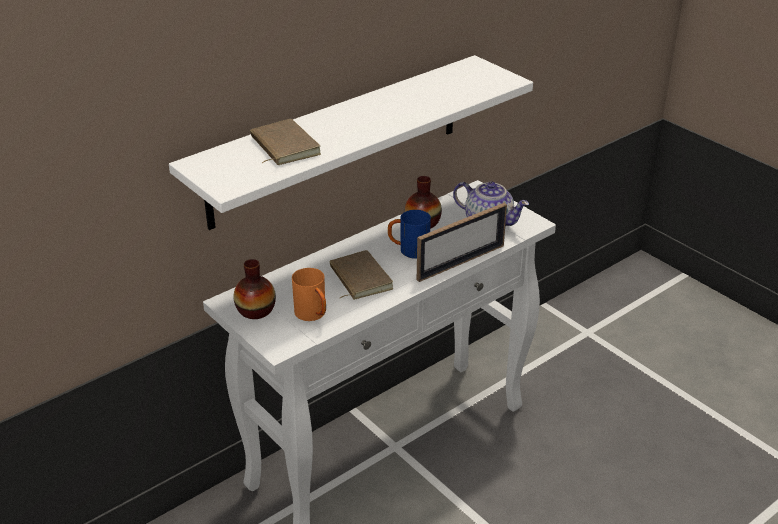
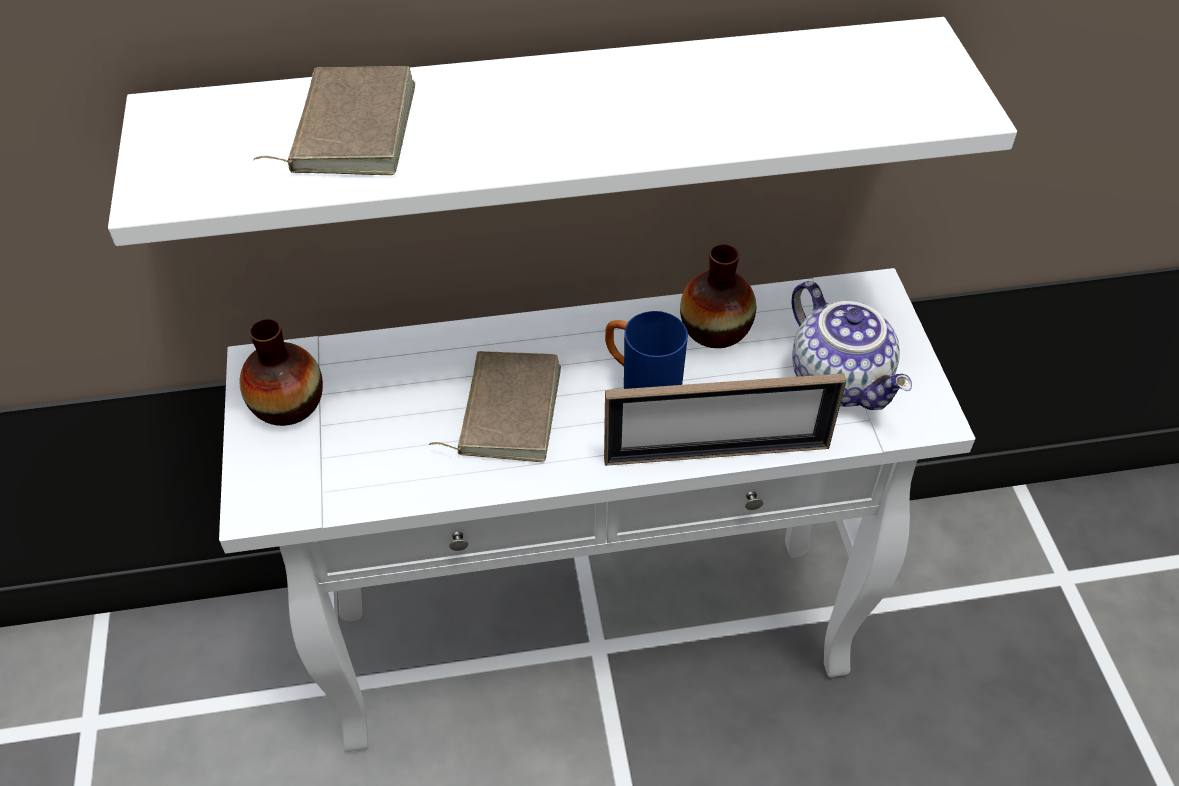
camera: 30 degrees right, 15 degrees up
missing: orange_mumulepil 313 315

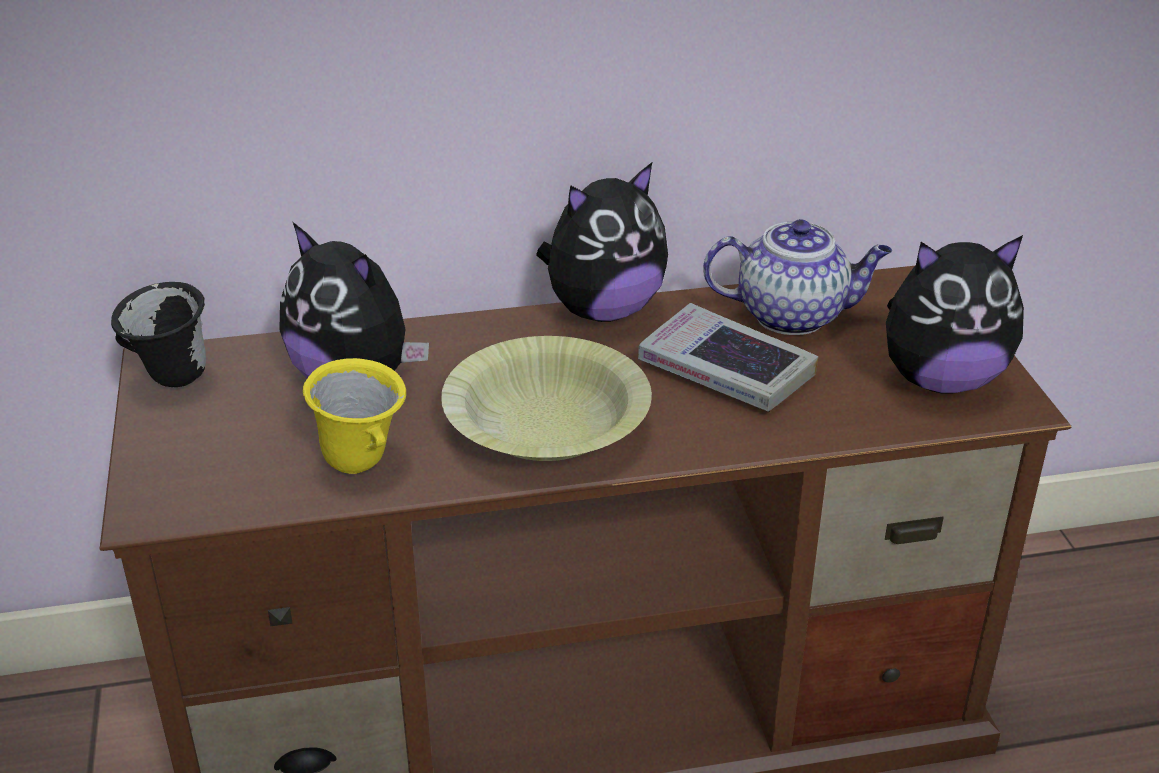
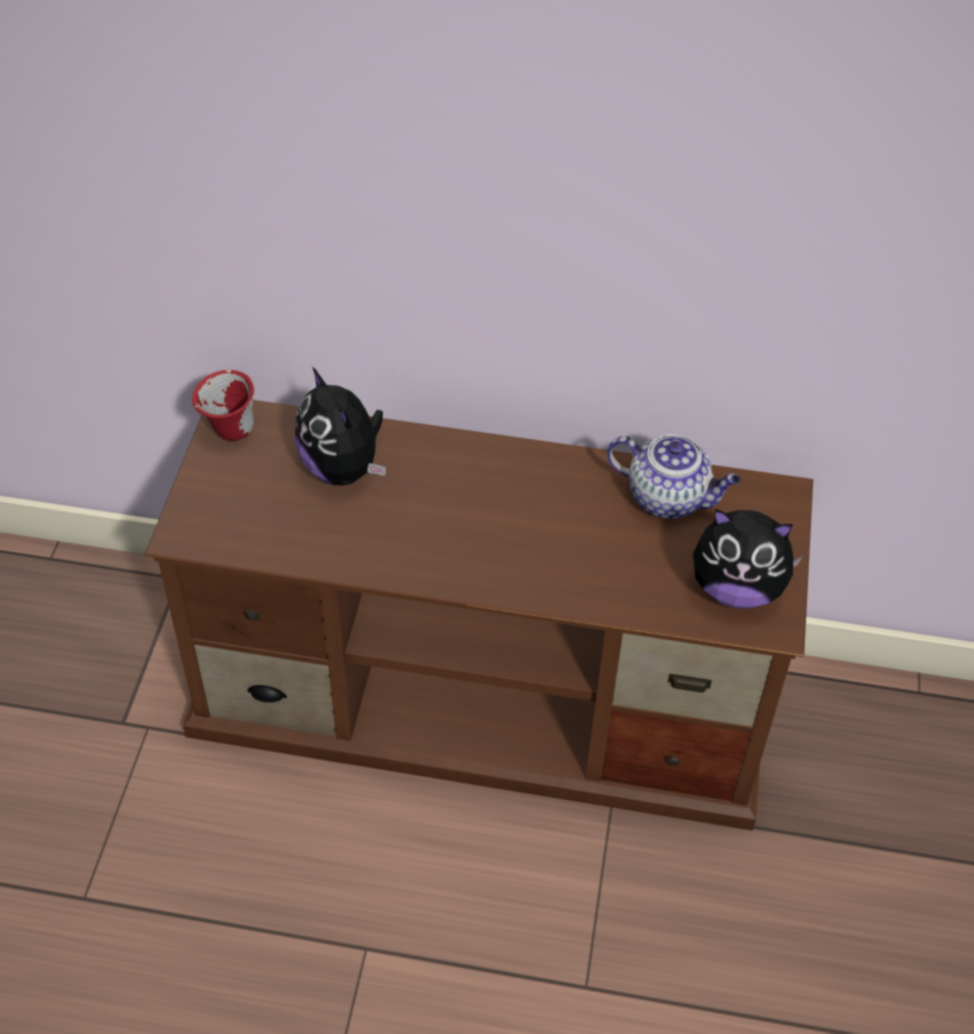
camera: 20 degrees right, 15 degrees up
missing: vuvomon 603 310; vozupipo 726 370; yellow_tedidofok 546 425; yellow_mumulepil 363 464
colour: black_mumulepil 172 381 to red_mumulepil 229 434

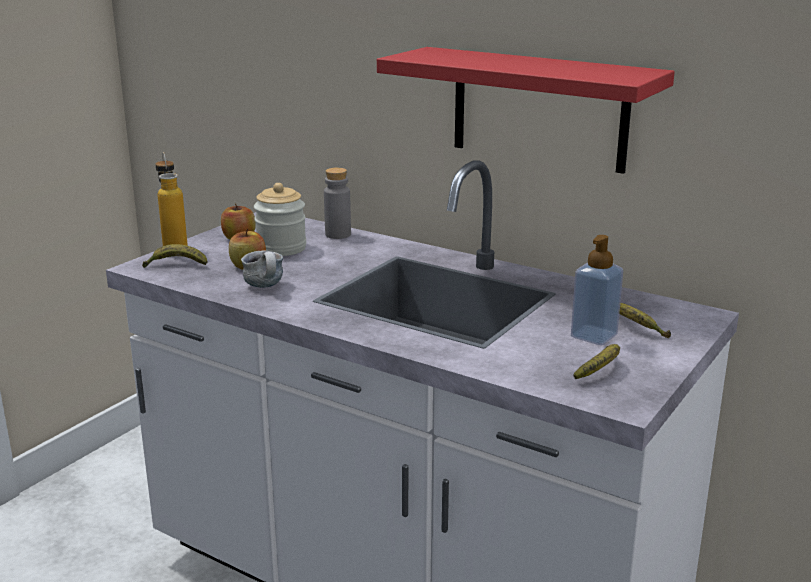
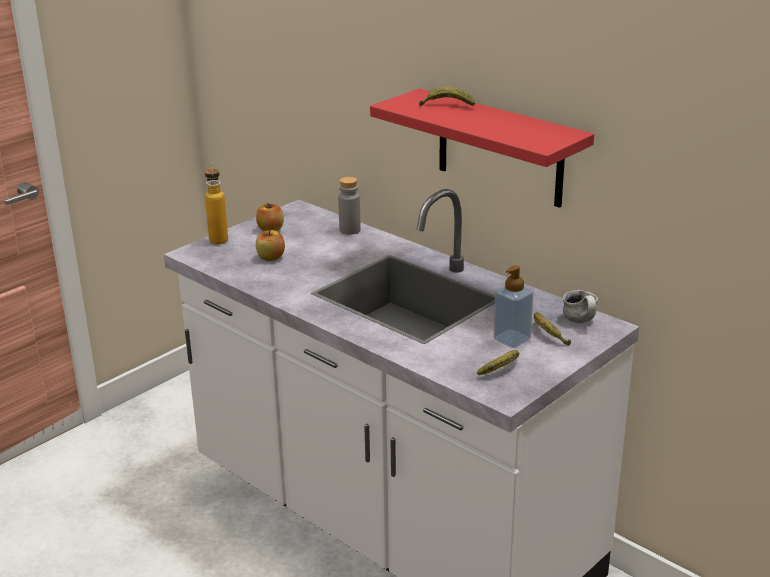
camera: 10 degrees right, 5 degrees up
missing: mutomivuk 281 248
relocated: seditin 176 265 to 447 105; mumulepil 267 287 to 582 321

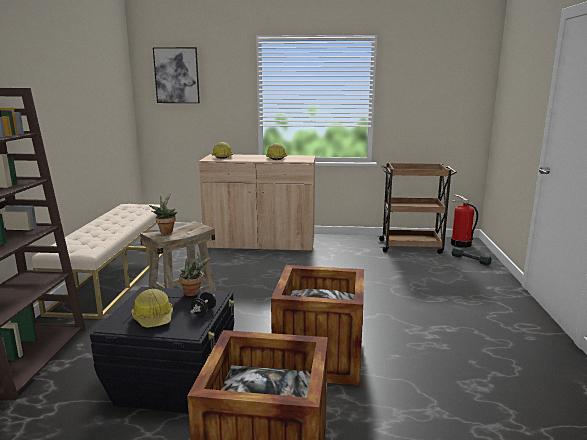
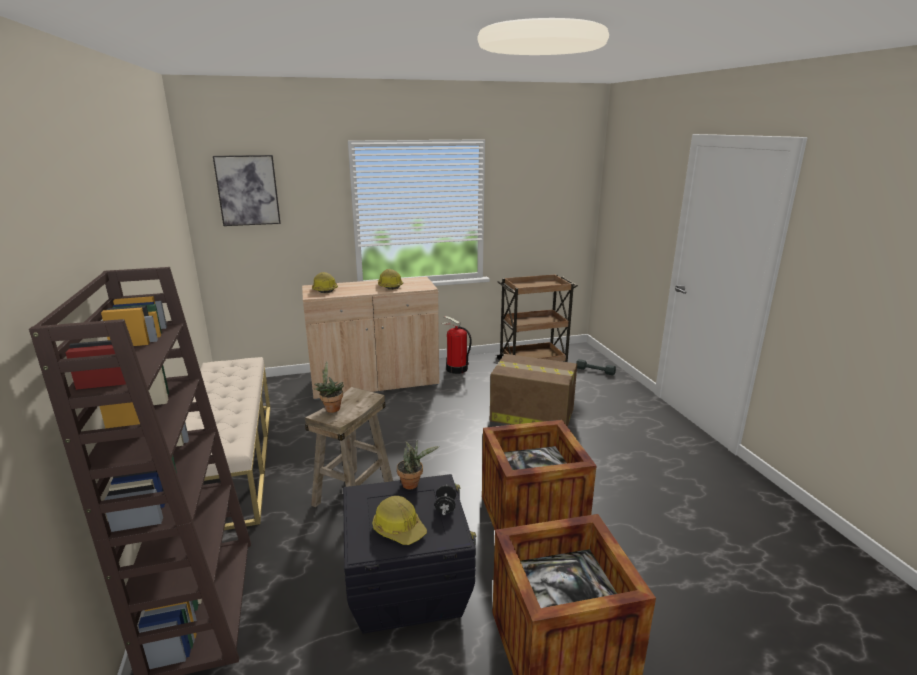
camera: 20 degrees left, 5 degrees up
appeared: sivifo 531 415
relocated: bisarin 460 244 to 456 369

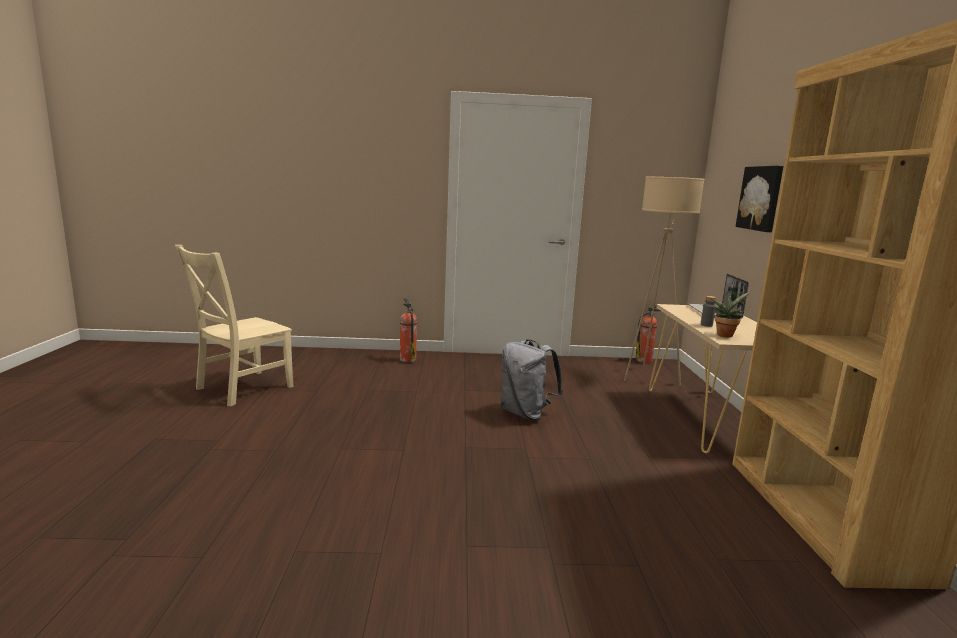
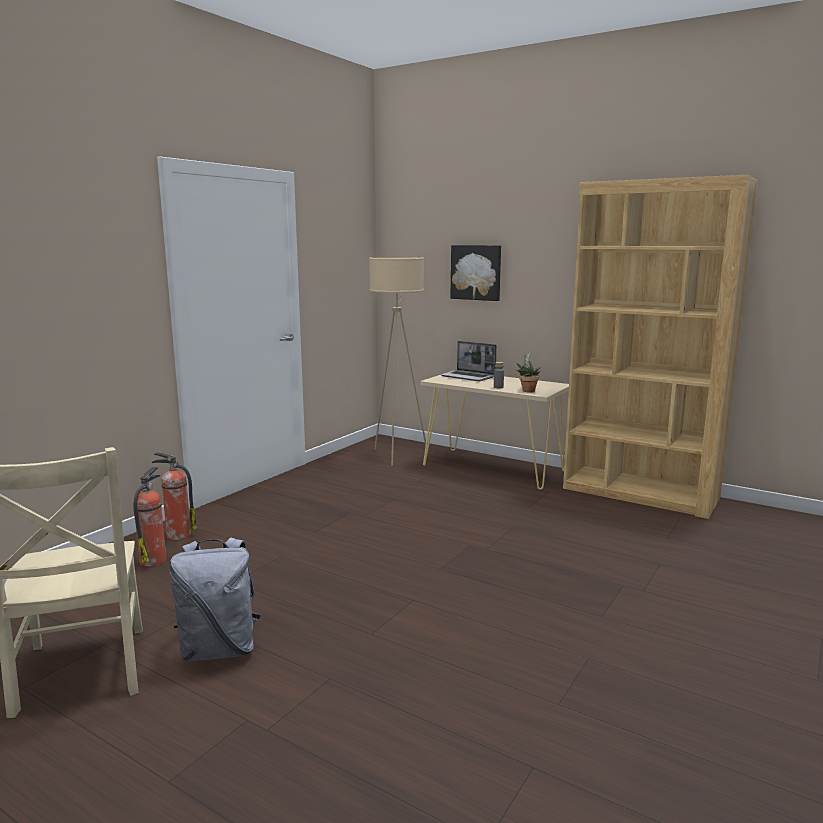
camera: 55 degrees left, 0 degrees up
relocated: bisarin 645 360 to 154 560; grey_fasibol 526 413 to 219 649

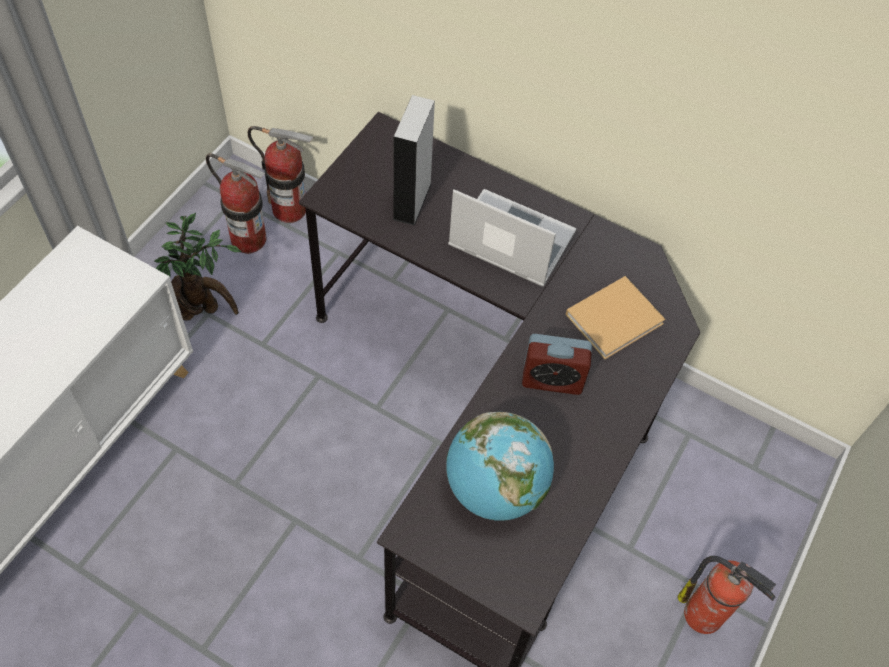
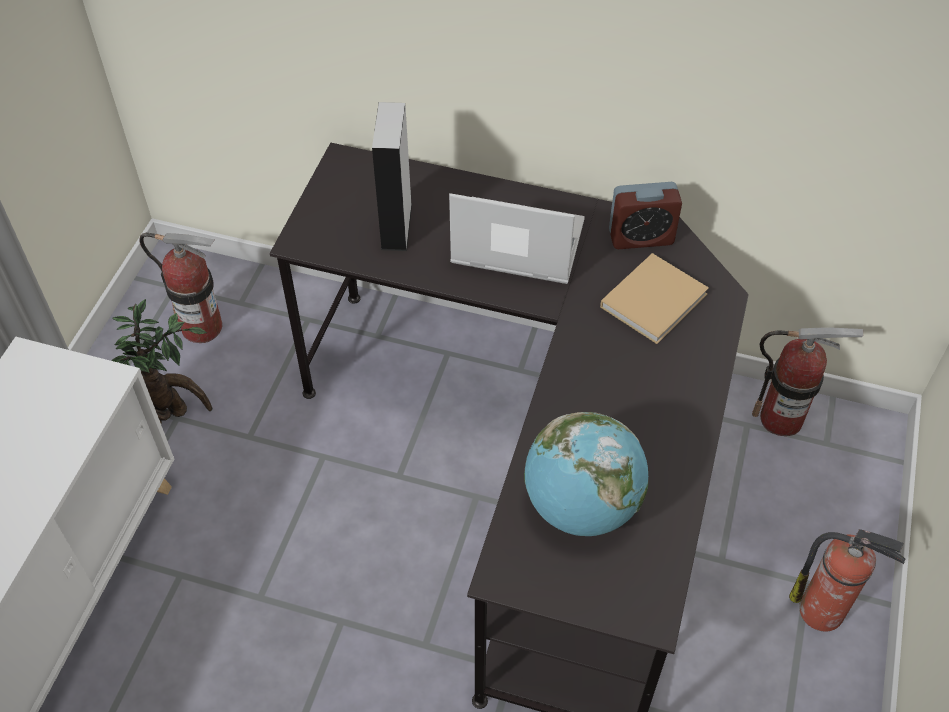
camera: 10 degrees left, 5 degrees down
relocated: bisarin 289 209 to 781 418; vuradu 552 379 to 641 237

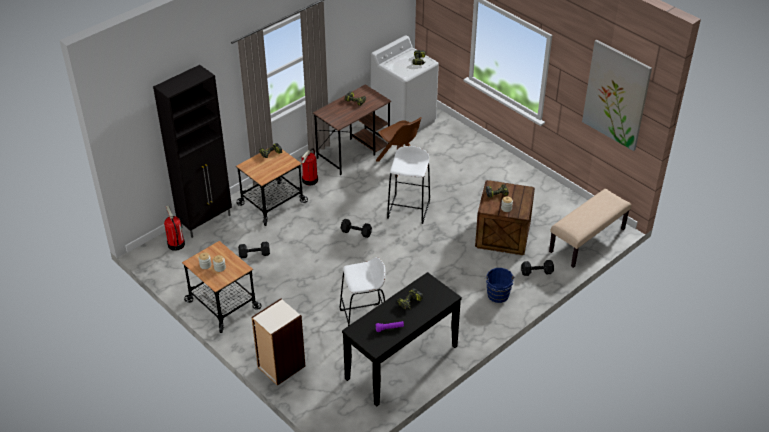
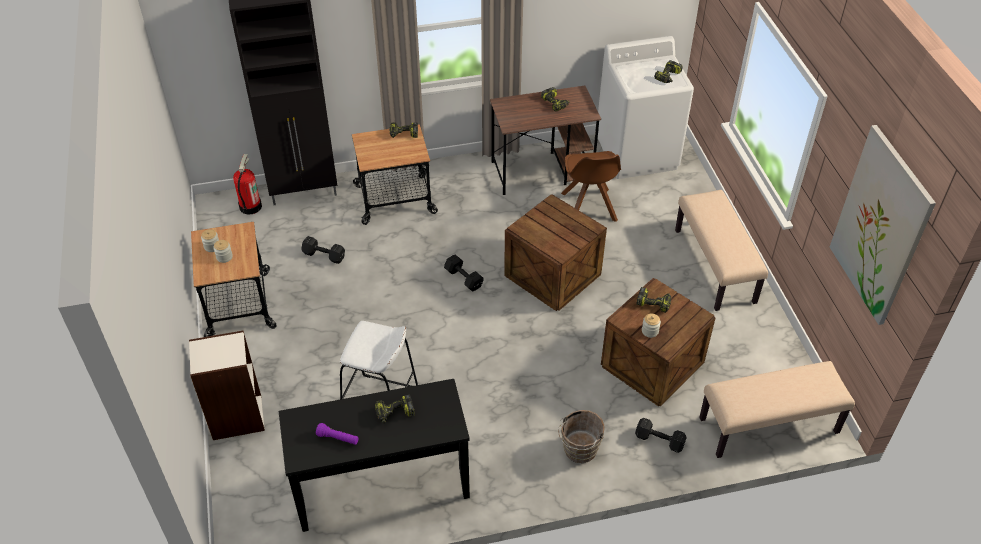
camera: 30 degrees right, 5 degrees up
missing: bisarin 310 180
appeared: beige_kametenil 715 266
exchanged: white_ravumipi 409 209 to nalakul 553 275
colour: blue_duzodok 498 296 to brown_duzodok 578 451

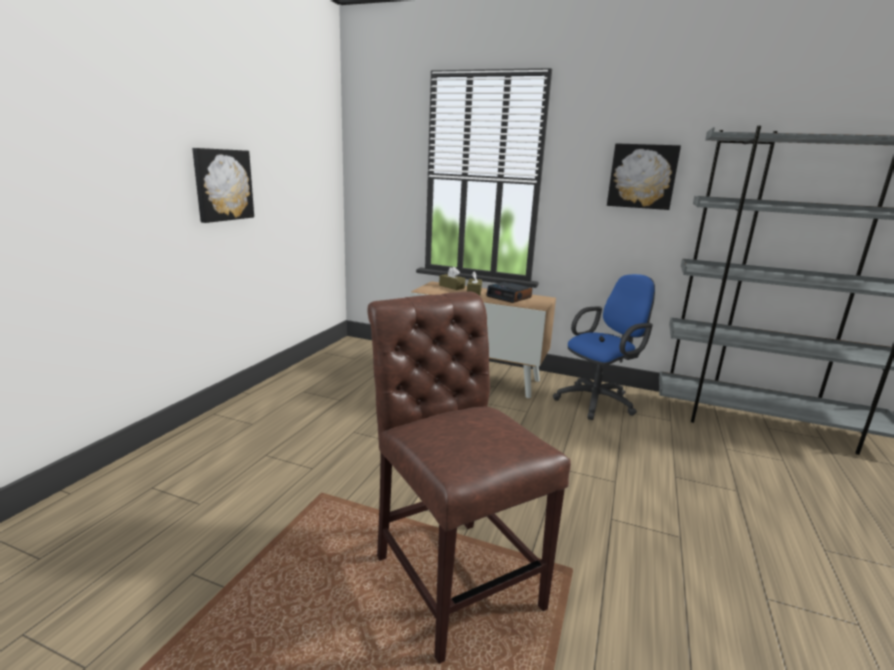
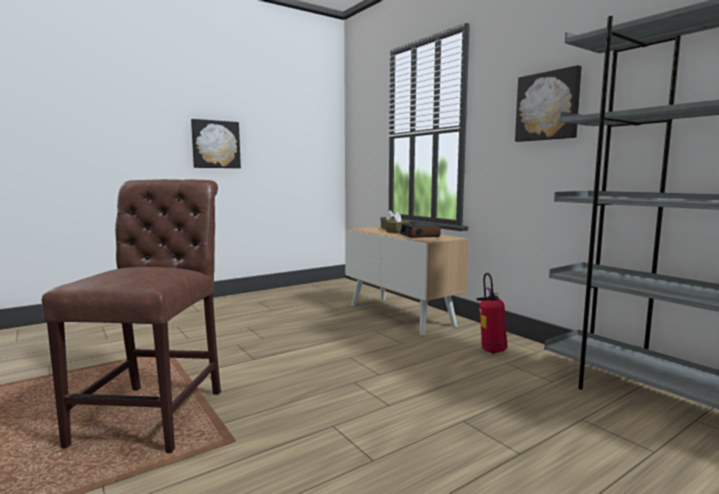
camera: 35 degrees right, 10 degrees down
exchanged: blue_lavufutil 598 401 to bisarin 491 350

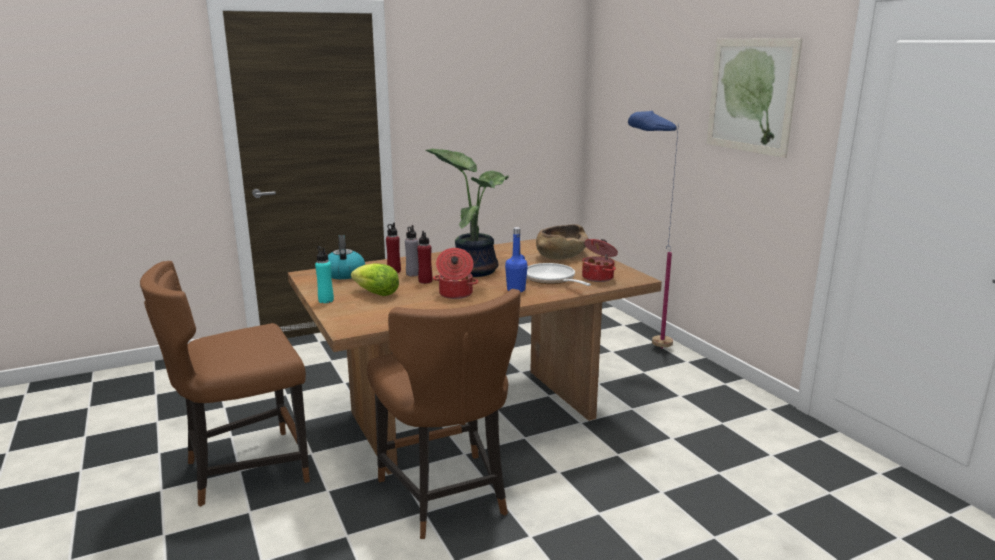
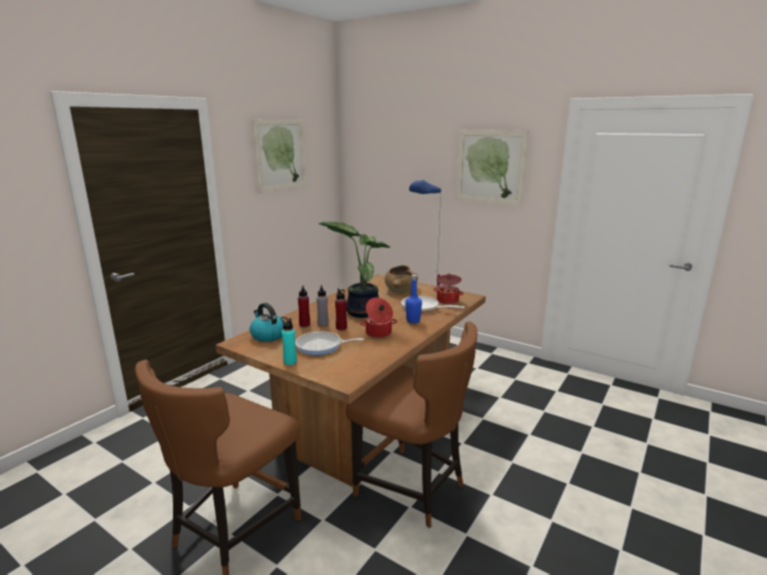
camera: 30 degrees left, 0 degrees up
appeared: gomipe 281 155
exchanged: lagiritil 376 294 to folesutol 321 346

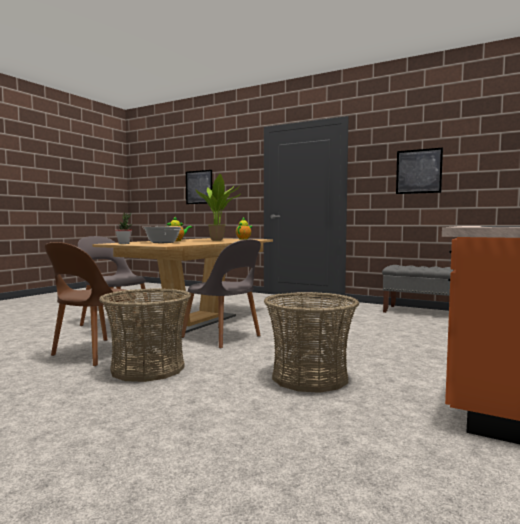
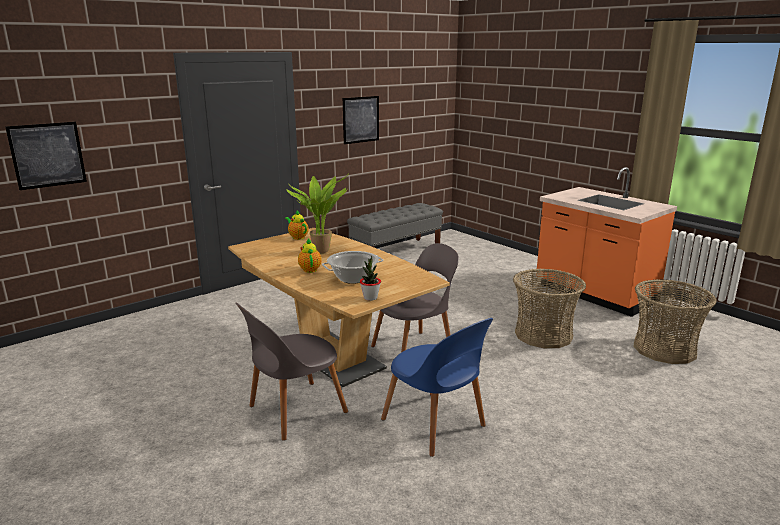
camera: 70 degrees left, 15 degrees up
relocated: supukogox 148 368 to 664 349
colour: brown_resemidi 96 353 to blue_resemidi 435 425

